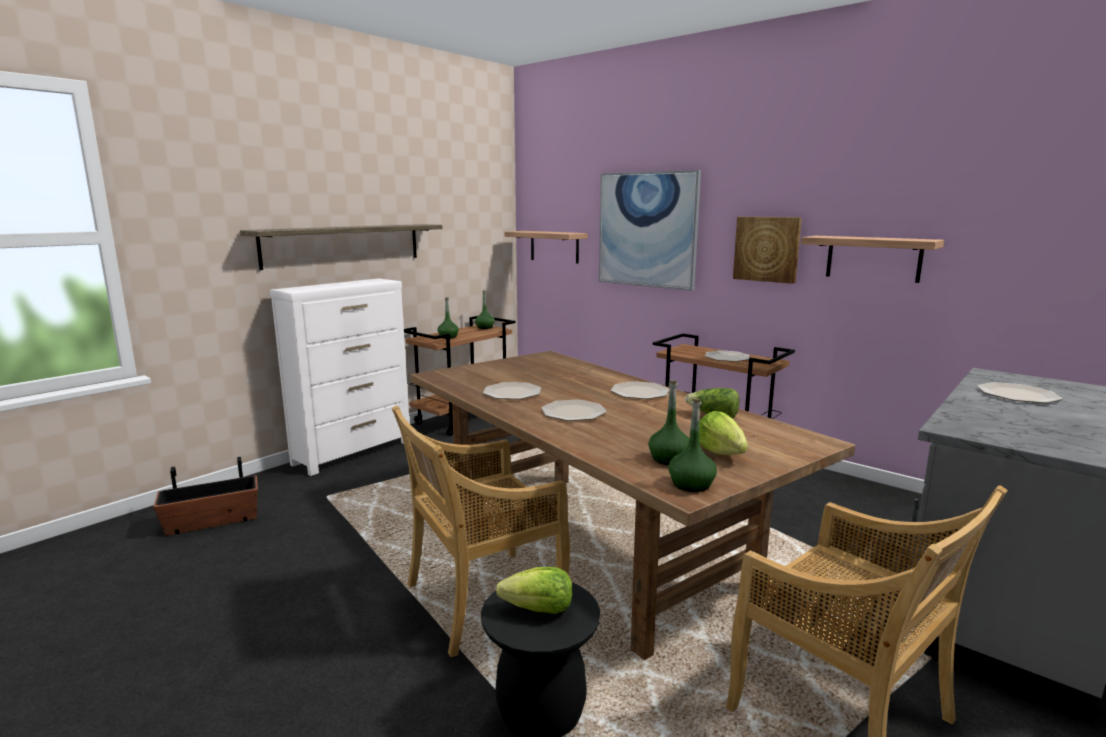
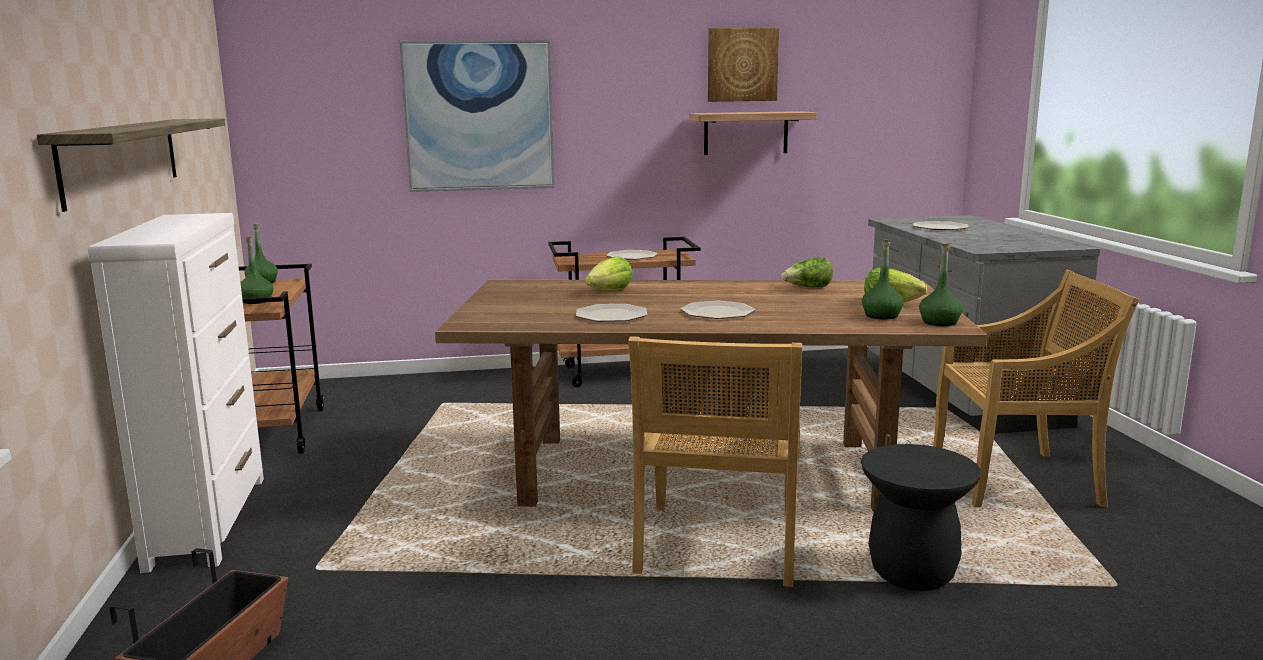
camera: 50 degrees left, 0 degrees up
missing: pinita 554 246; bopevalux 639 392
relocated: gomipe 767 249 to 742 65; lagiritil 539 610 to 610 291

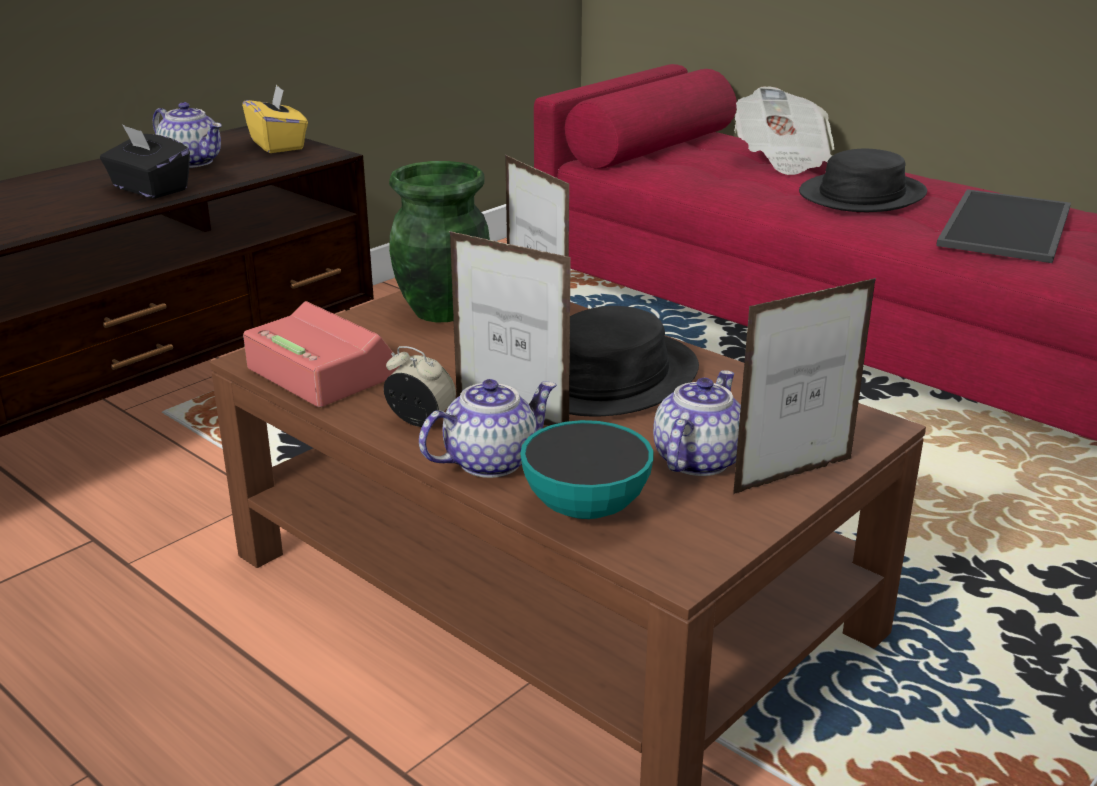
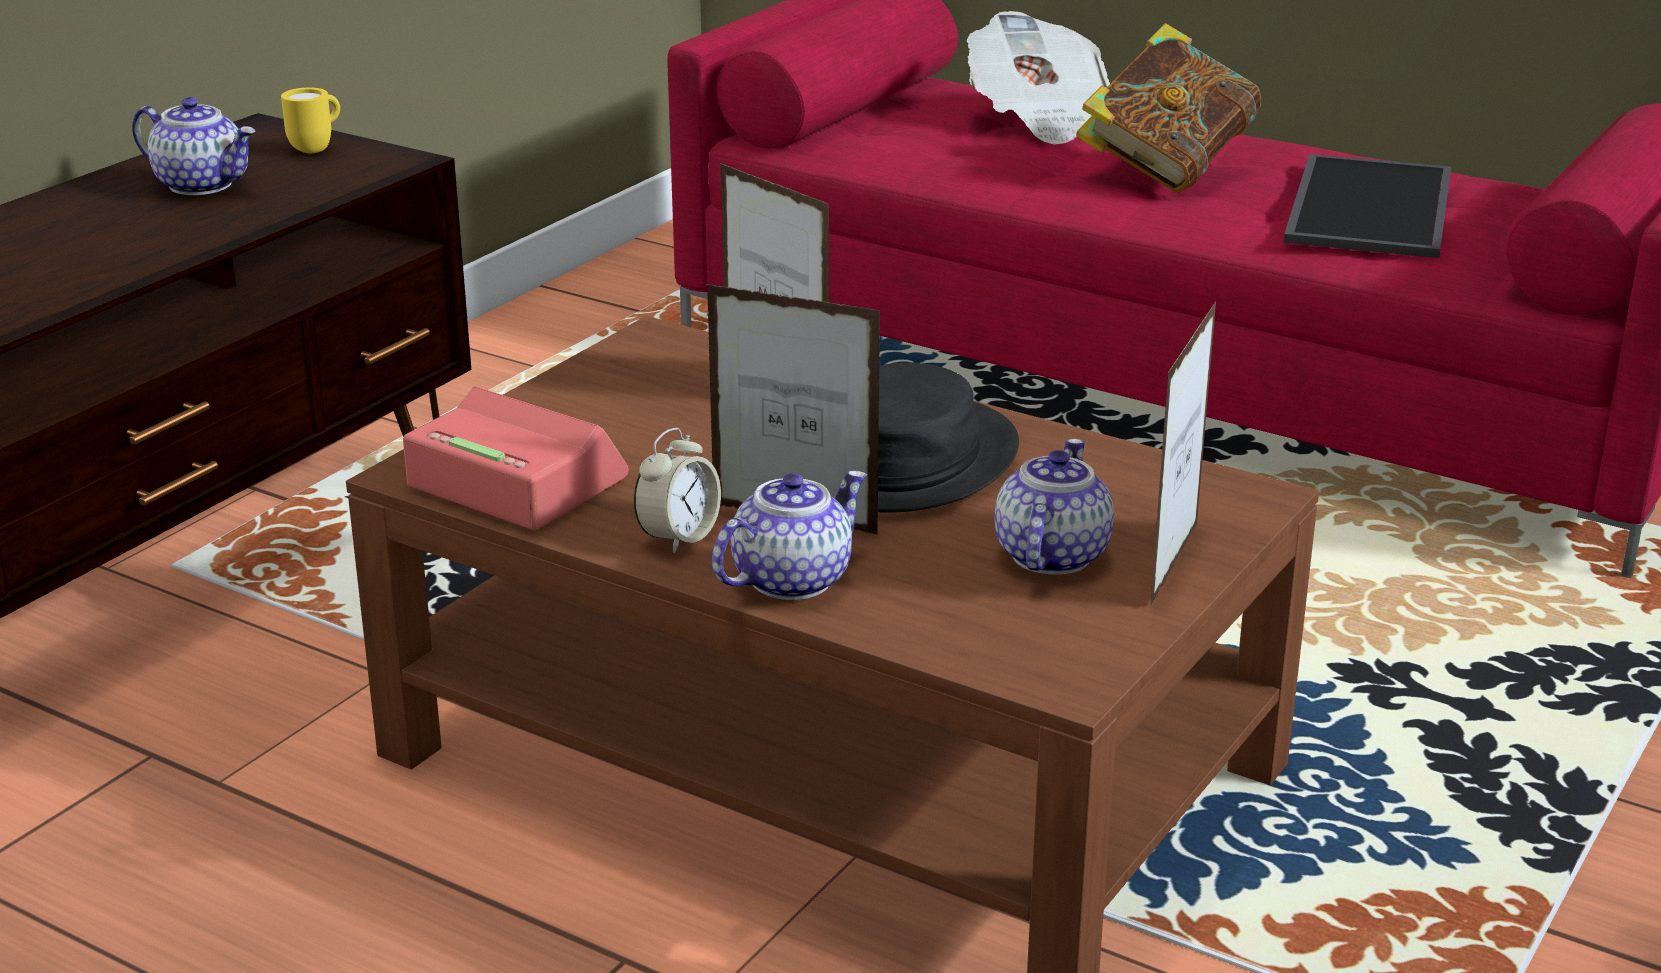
camera: 10 degrees left, 0 degrees up
missing: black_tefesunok 149 189; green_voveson 442 311; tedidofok 586 508
exchanged: yellow_tefesunok 278 145 to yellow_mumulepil 316 148; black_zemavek 861 195 to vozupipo 1166 170
spun: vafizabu 793 476 = 1174 564 150 degrees clockwise; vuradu 421 421 = 679 537 105 degrees clockwise

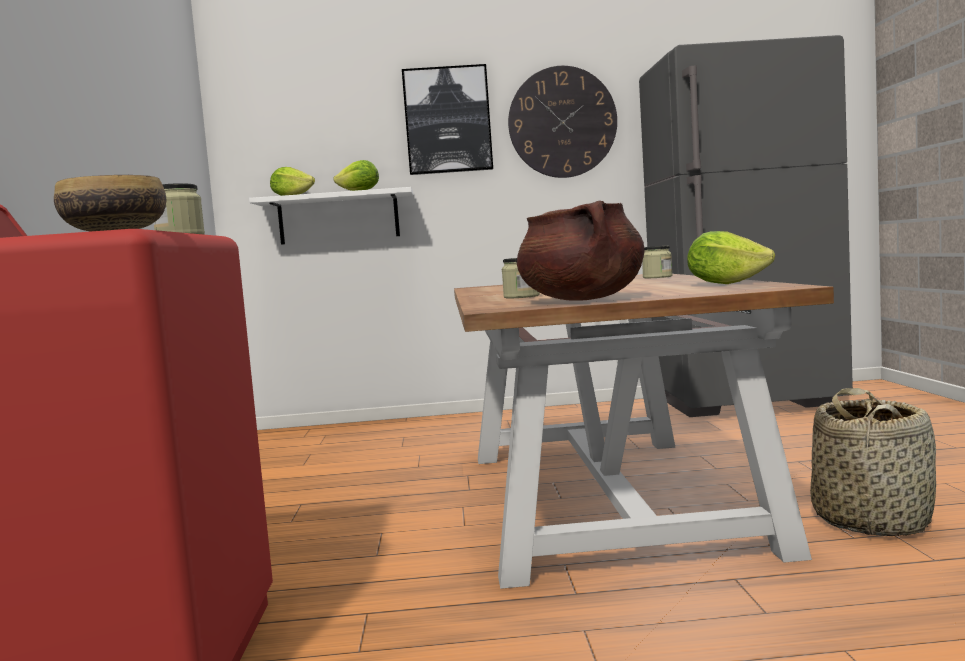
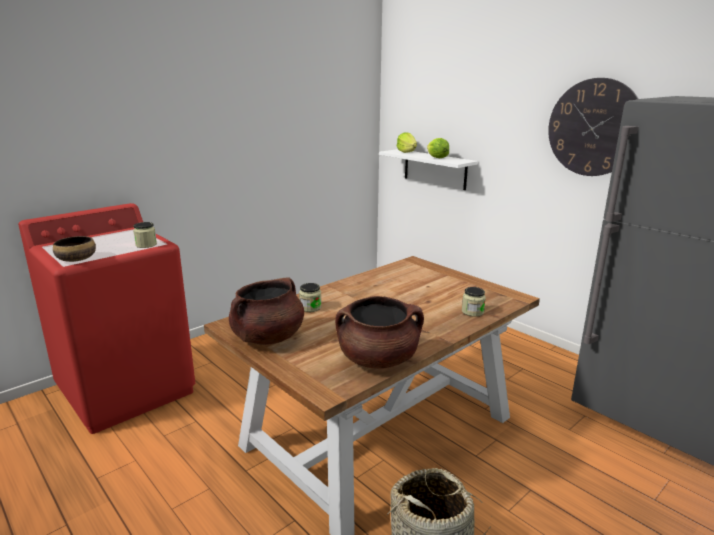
camera: 50 degrees right, 15 degrees up
missing: gomipe 447 120
exchanged: lagiritil 726 283 to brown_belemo 378 359

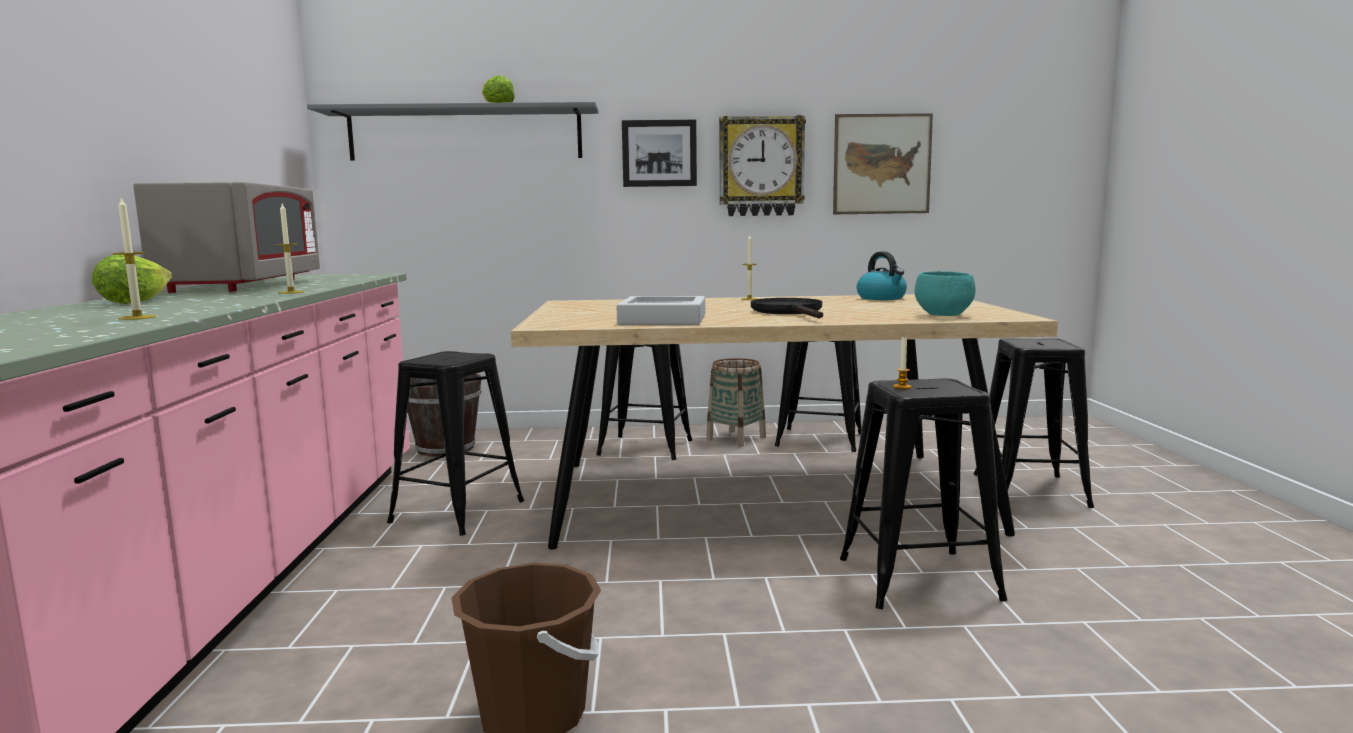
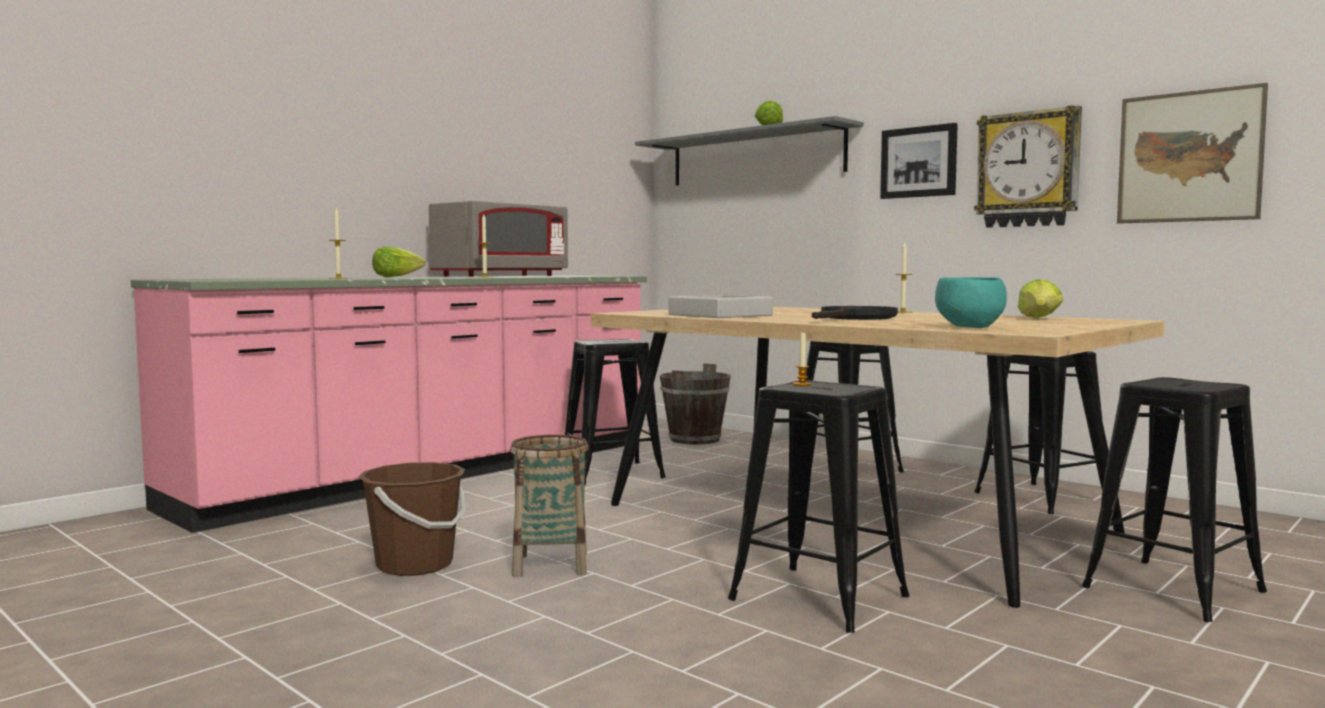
camera: 45 degrees right, 5 degrees down
relocated: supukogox 736 438 to 550 564
exchanged: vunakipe 882 298 to lagiritil 1040 318

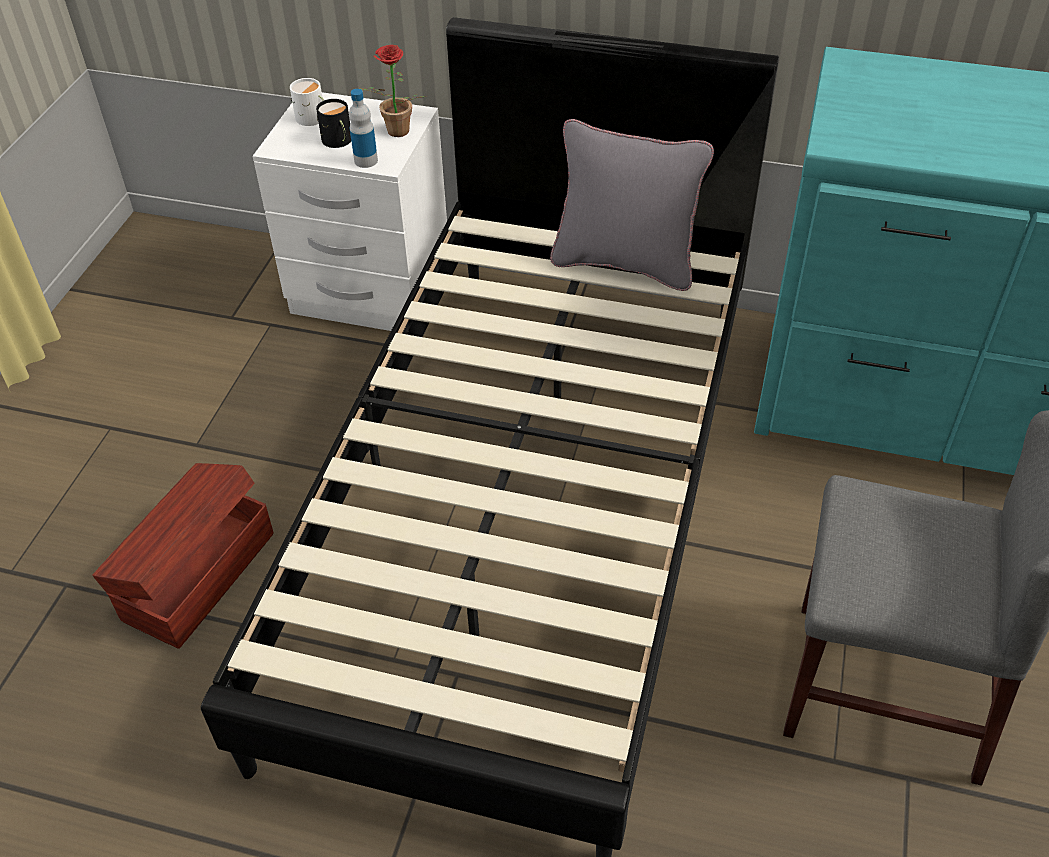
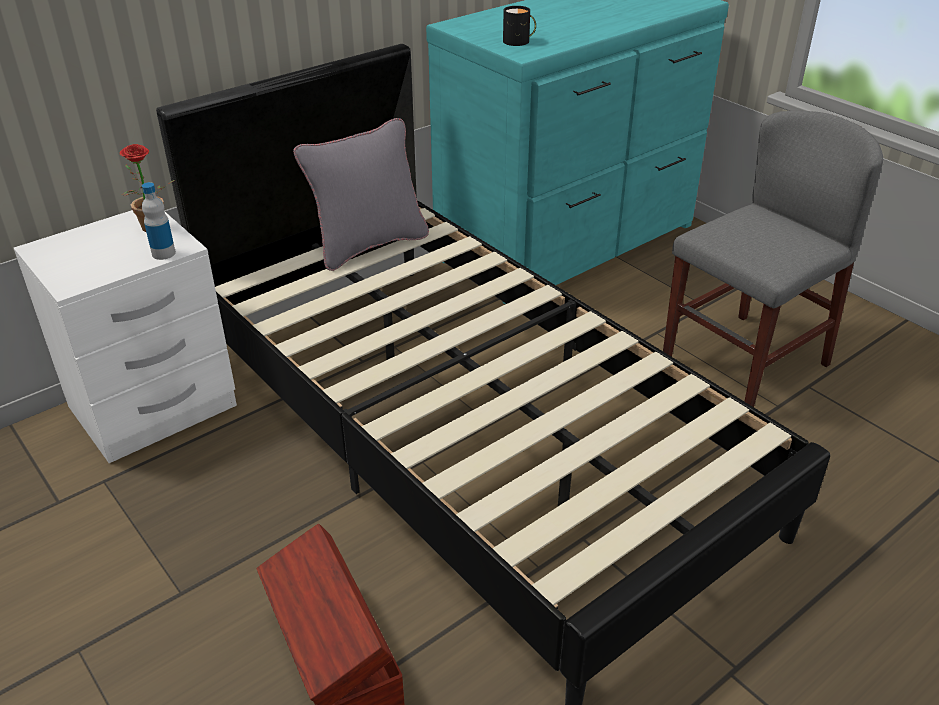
camera: 55 degrees left, 10 degrees down
missing: white_mumulepil 313 118
relocated: black_mumulepil 338 141 to 519 41

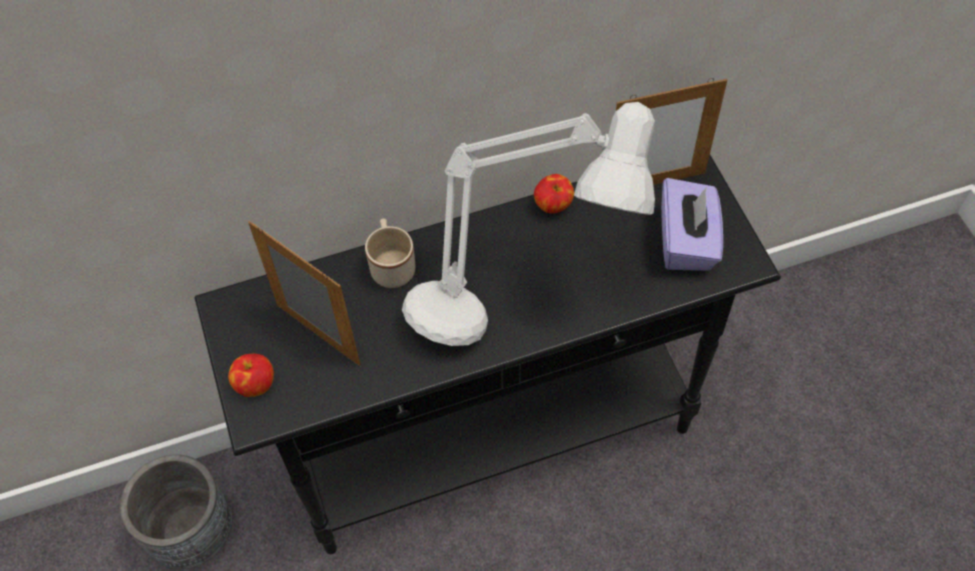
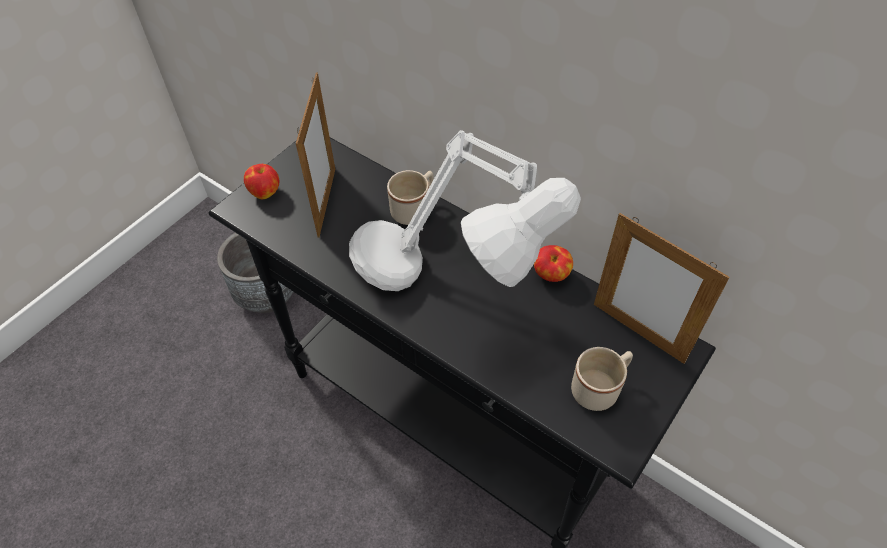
camera: 55 degrees right, 5 degrees down
exchanged: purple_tefesunok 687 242 to beige_mumulepil 600 388

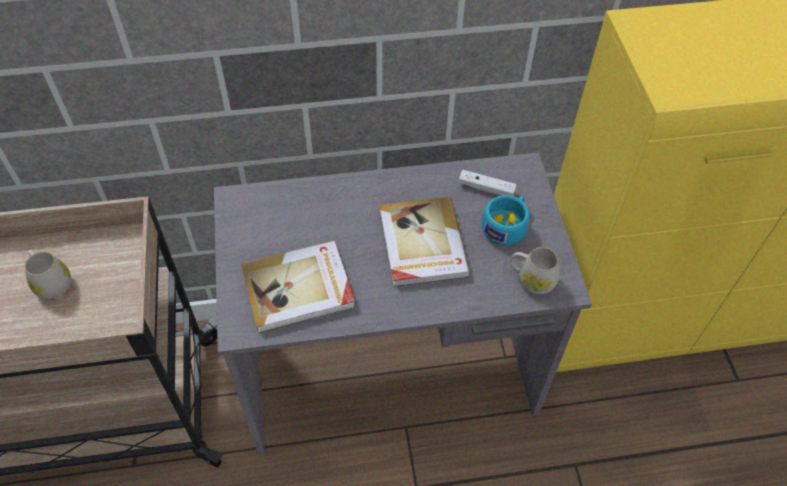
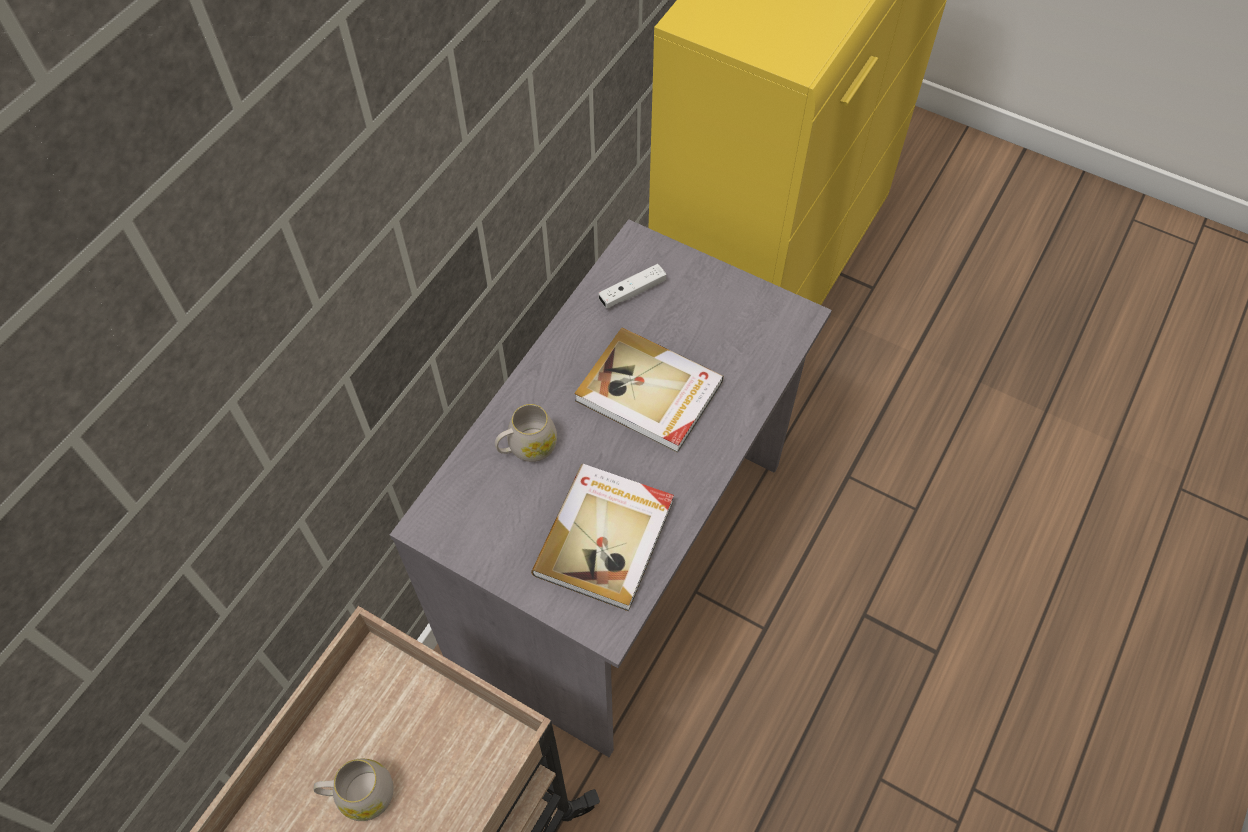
camera: 50 degrees left, 5 degrees up
missing: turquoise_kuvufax 506 225
relocated: white_mumulepil 531 279 to 527 447

